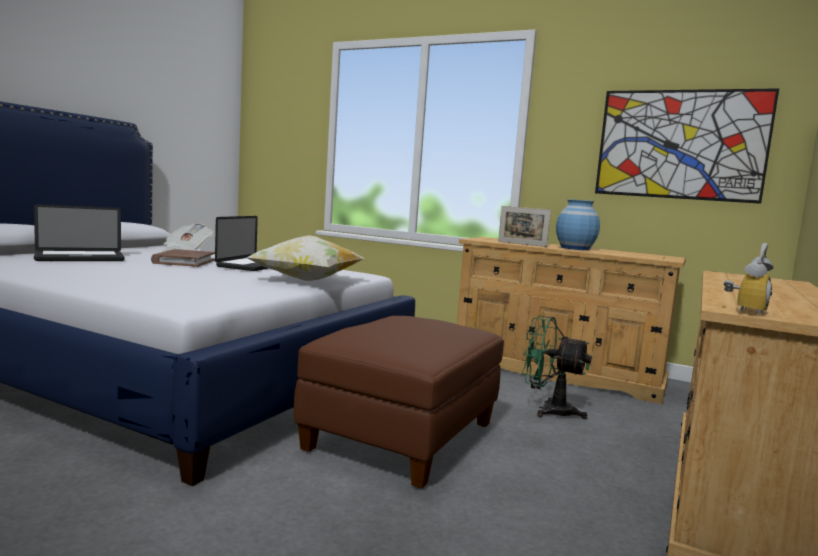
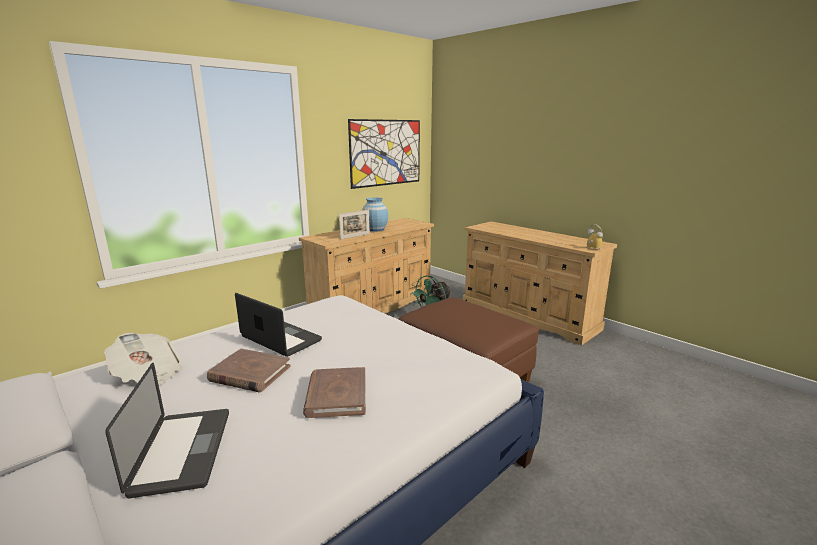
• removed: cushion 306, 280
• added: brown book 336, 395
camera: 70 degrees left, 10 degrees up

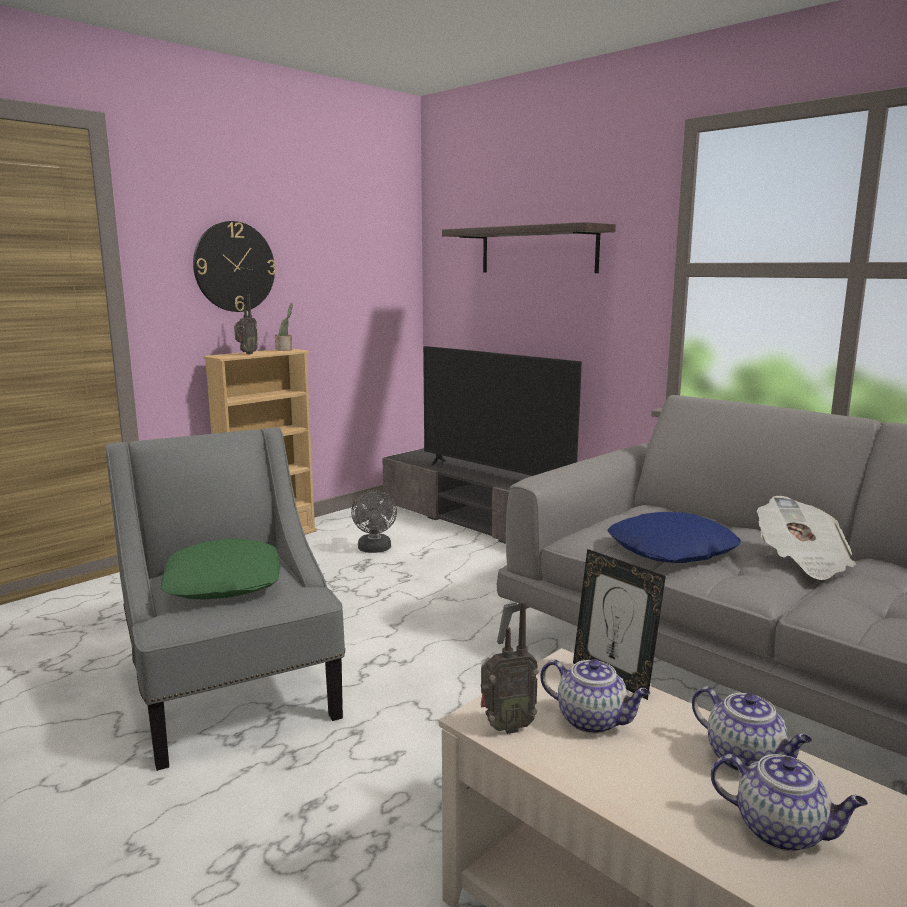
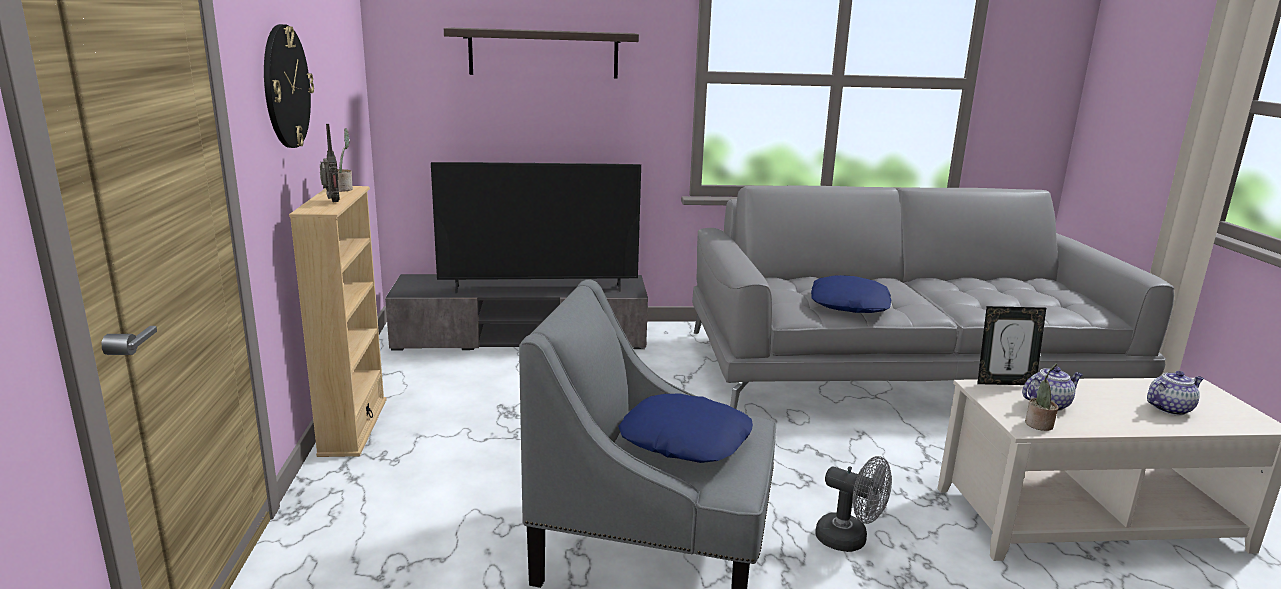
• recoloured: green-coloured cushion 224, 582 to blue-coloured cushion 686, 440
• moved: greyish cooling fan 375, 550 to 849, 540
• replaced: radio receiver 505, 727 to potted plant 1039, 425
• removed: teapot 746, 759
• removed: printed paper 802, 561
camera: 50 degrees left, 5 degrees up

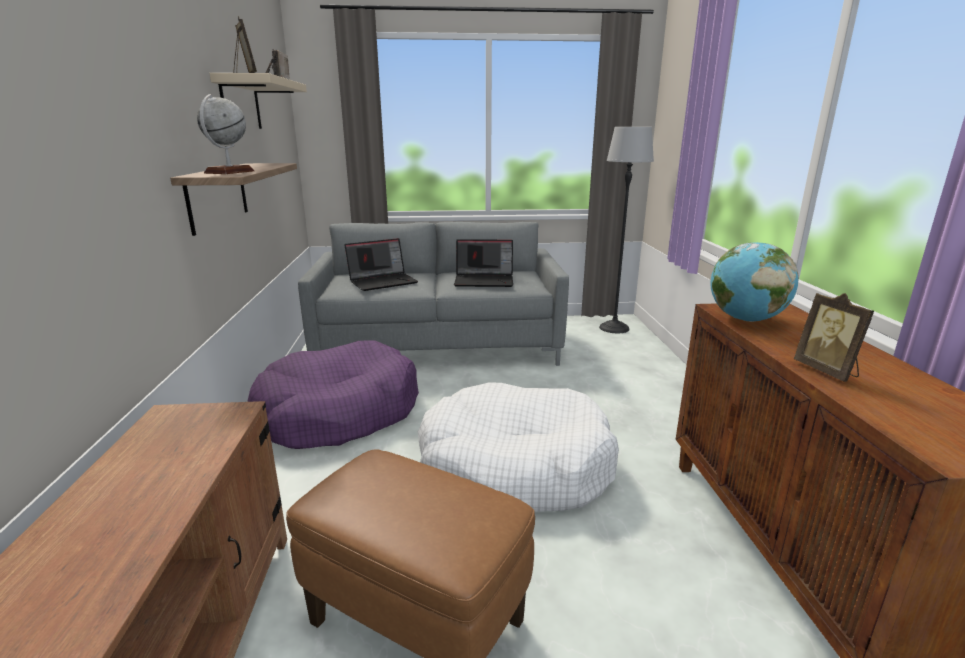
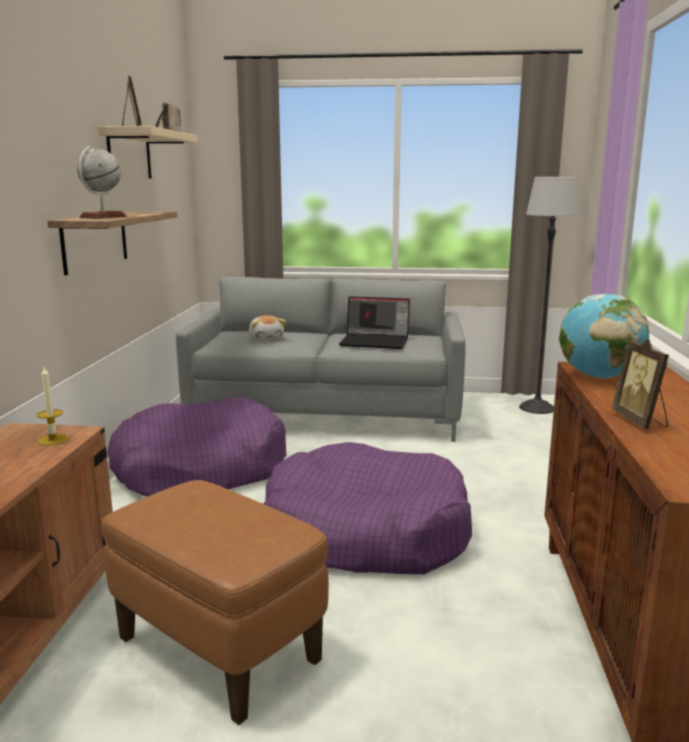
• replaced: portable computer 383, 281 to cuddly toy 266, 338
• recoloured: white dog cushion 515, 467 to purplish dog cushion 366, 532
• added: wax light 53, 439
camera: 10 degrees right, 5 degrees down

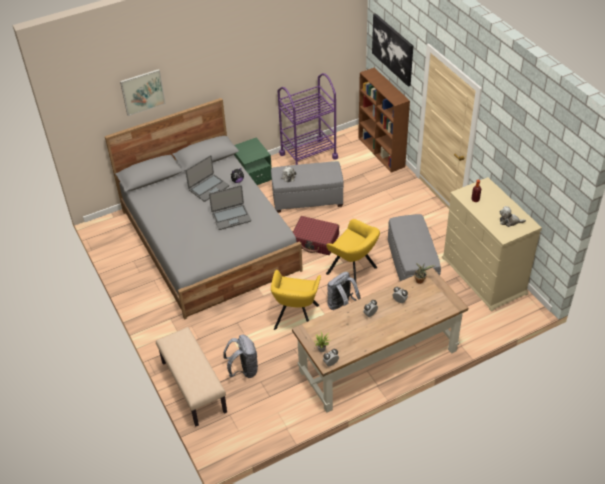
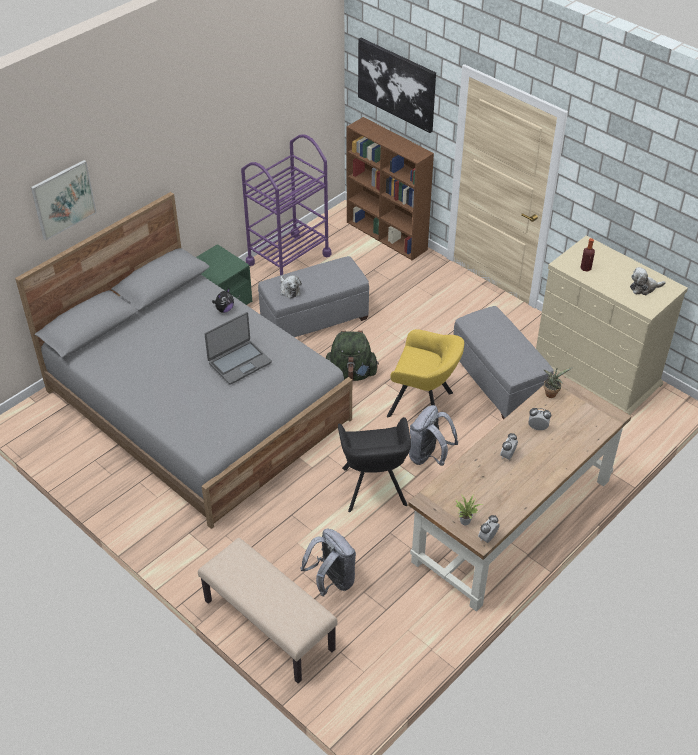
• removed: portable computer 208, 188
• recoloured: yellow easy chair 296, 319 to black-coloured easy chair 373, 489
• replaced: red suitcase 315, 240 to green-coloured knapsack 351, 374
camera: 20 degrees left, 0 degrees up

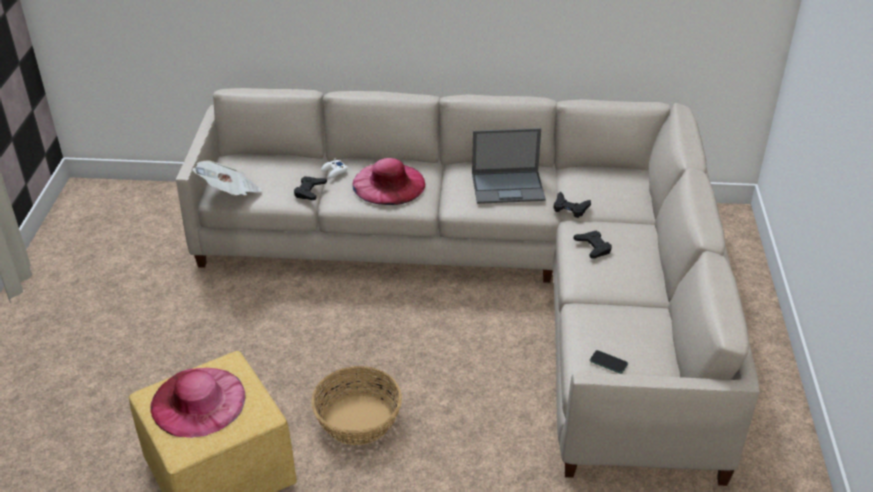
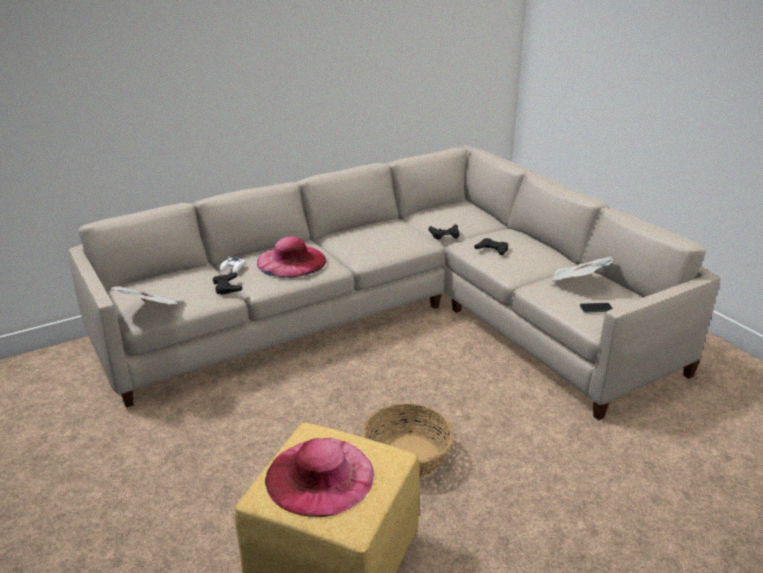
• removed: portable computer 508, 187
• added: printed paper 577, 283
camera: 35 degrees left, 10 degrees down

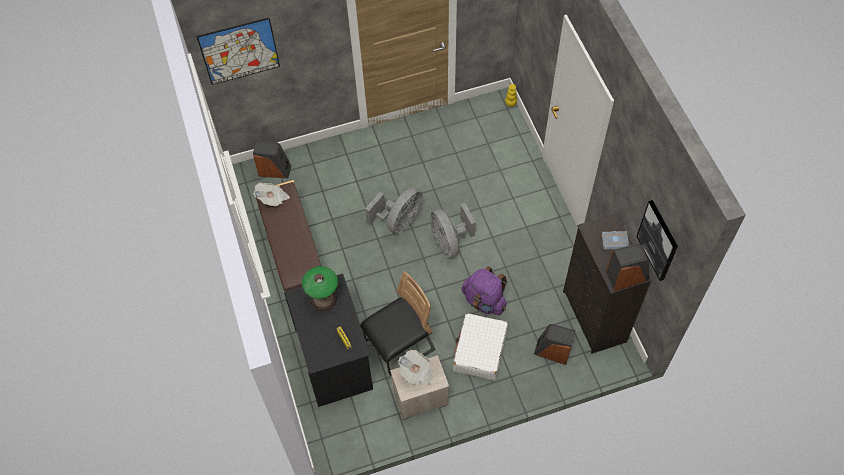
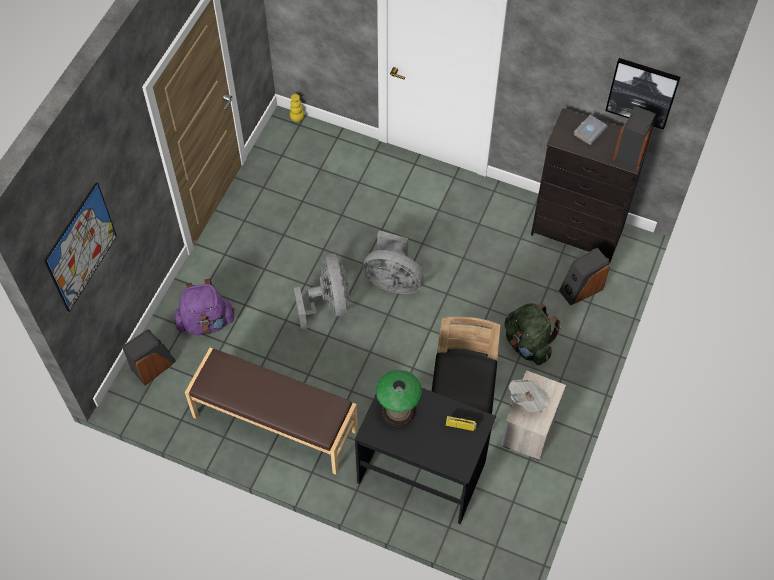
• removed: printed paper 272, 199
• replaced: white suitcase 479, 351 to green-coloured knapsack 528, 344
• moved: purplish knapsack 484, 301 to 206, 322
camera: 50 degrees left, 0 degrees up

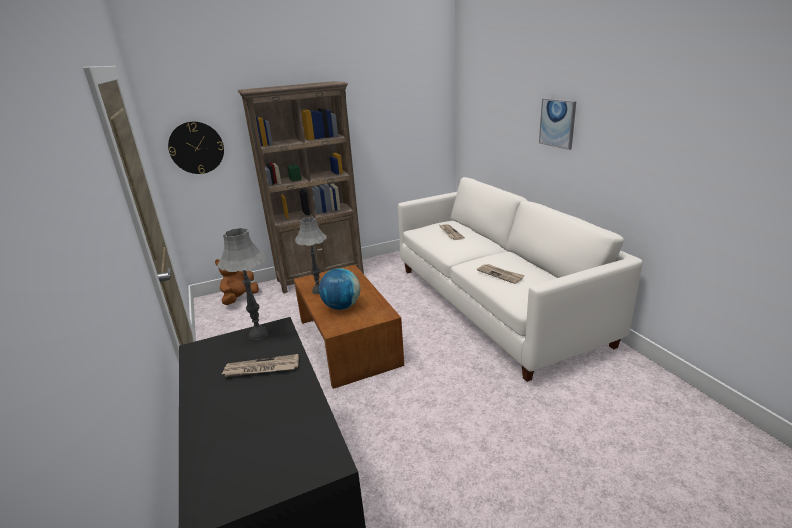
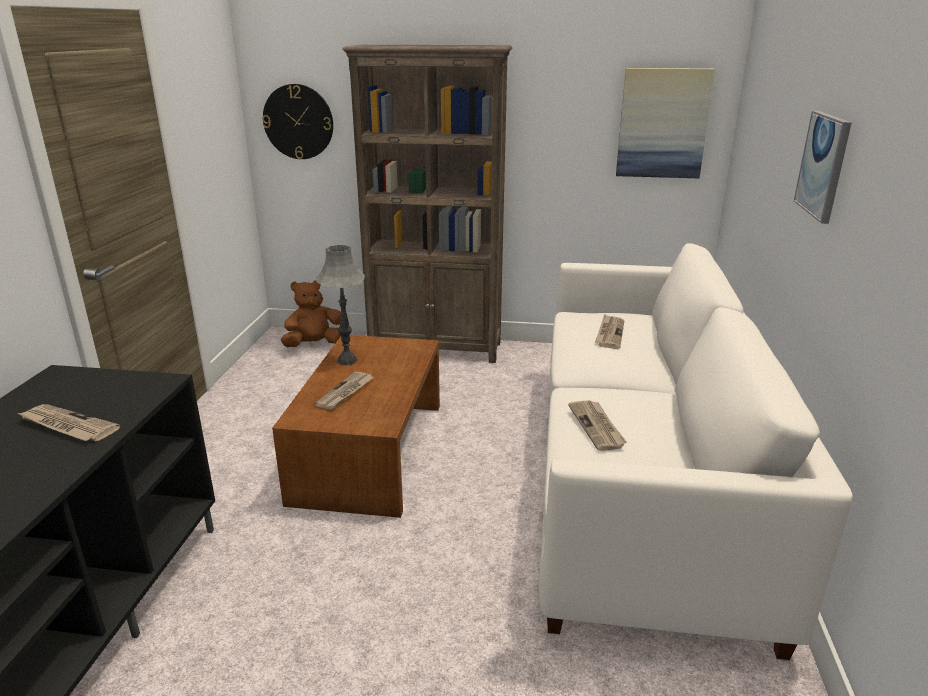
• removed: greyish tabletop lamp 259, 335
• replaced: desk globe 342, 306 to printed paper 345, 392
• added: wall picture 662, 123
camera: 30 degrees right, 0 degrees up

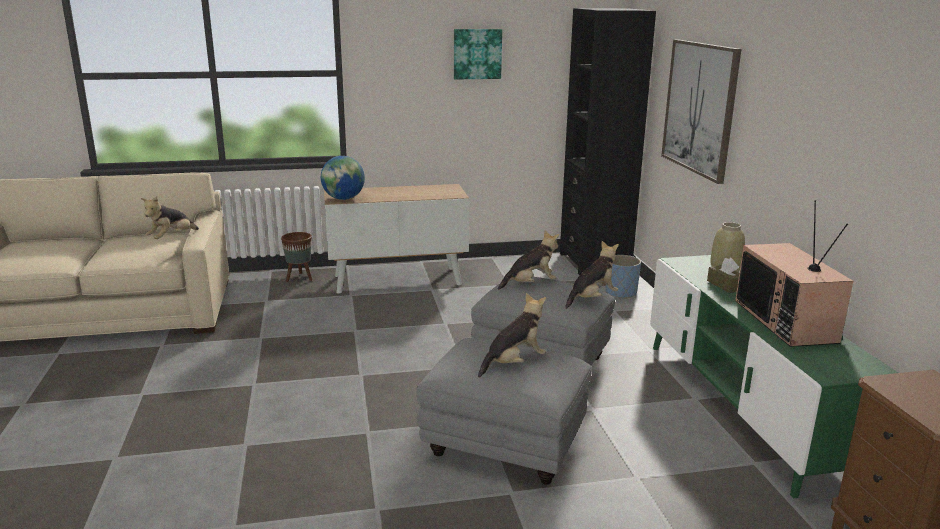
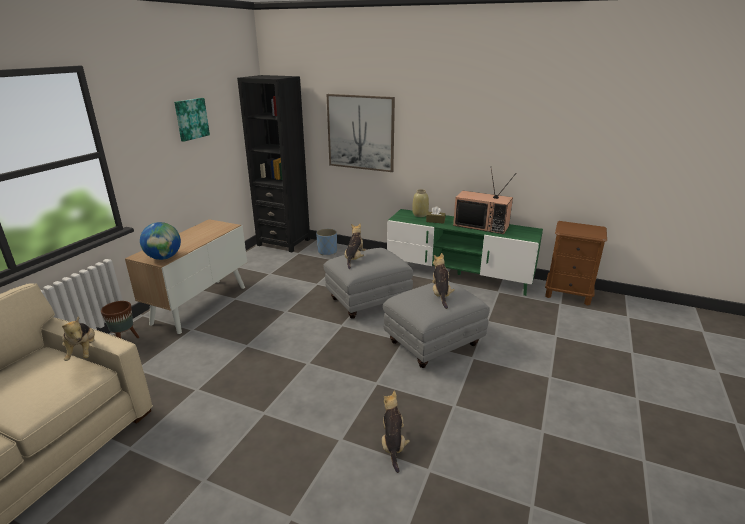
• moved: cuddly toy 592, 299 to 393, 444
camera: 55 degrees left, 5 degrees up

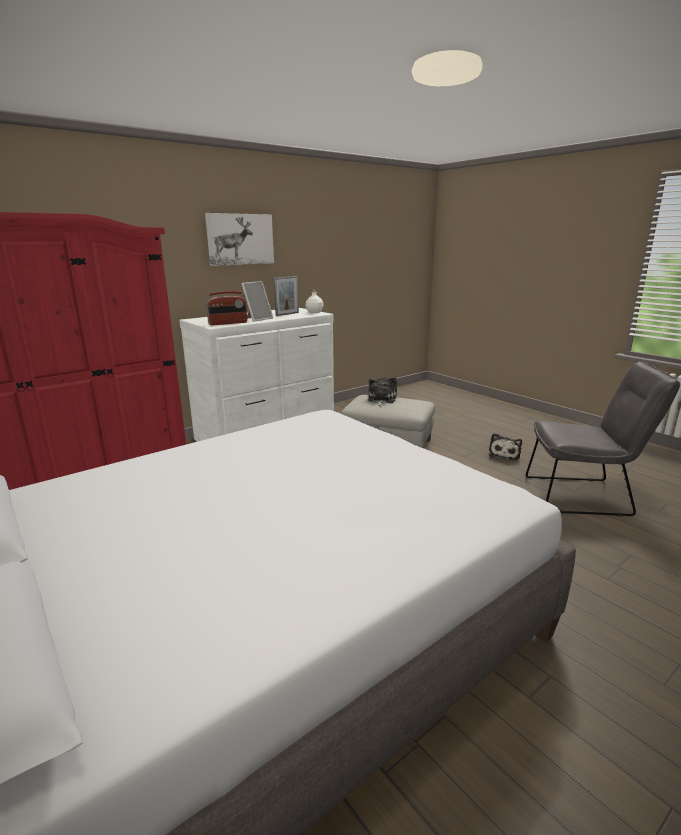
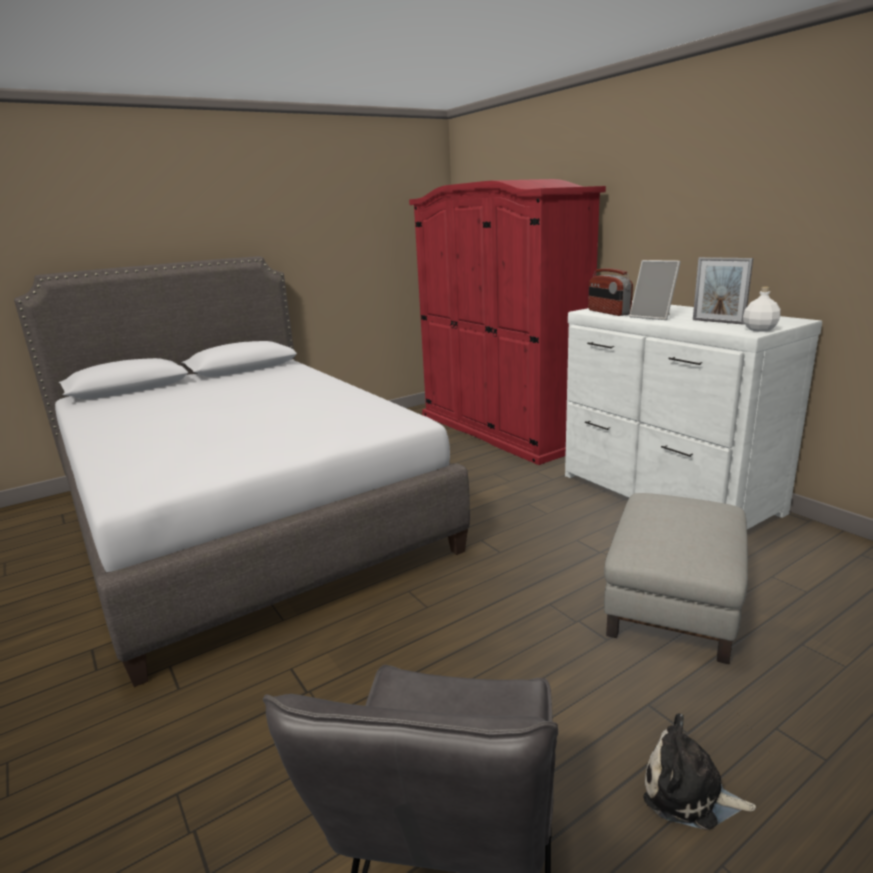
• removed: wall picture 240, 239
• removed: cuddly toy 381, 400
camera: 95 degrees right, 0 degrees up

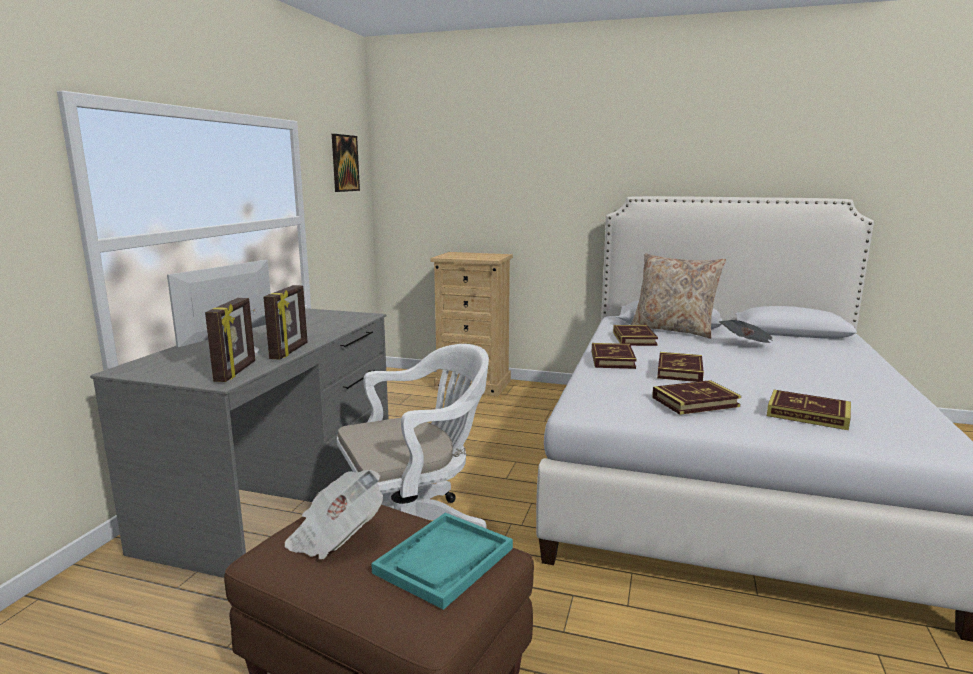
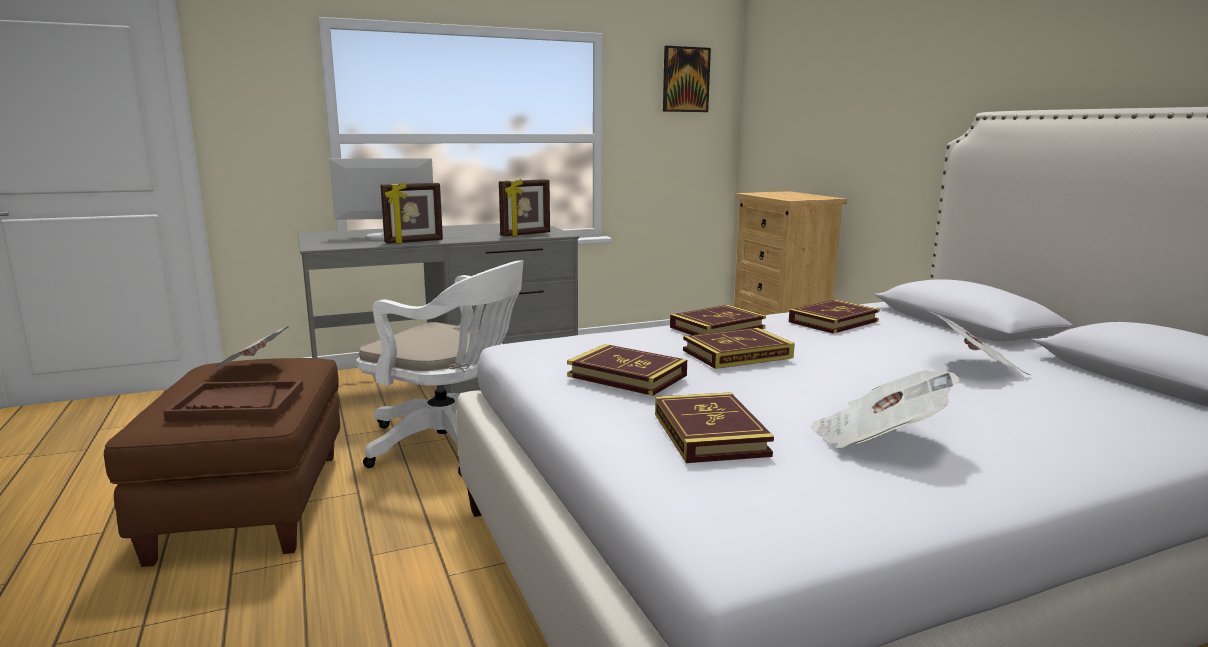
• moved: photo frame 236, 372 to 526, 234
• recoloured: blue-green carrying tray 444, 561 to brown carrying tray 237, 404
• removed: sand-coloured cushion 673, 330
• added: printed paper 877, 440
camera: 50 degrees right, 0 degrees up

